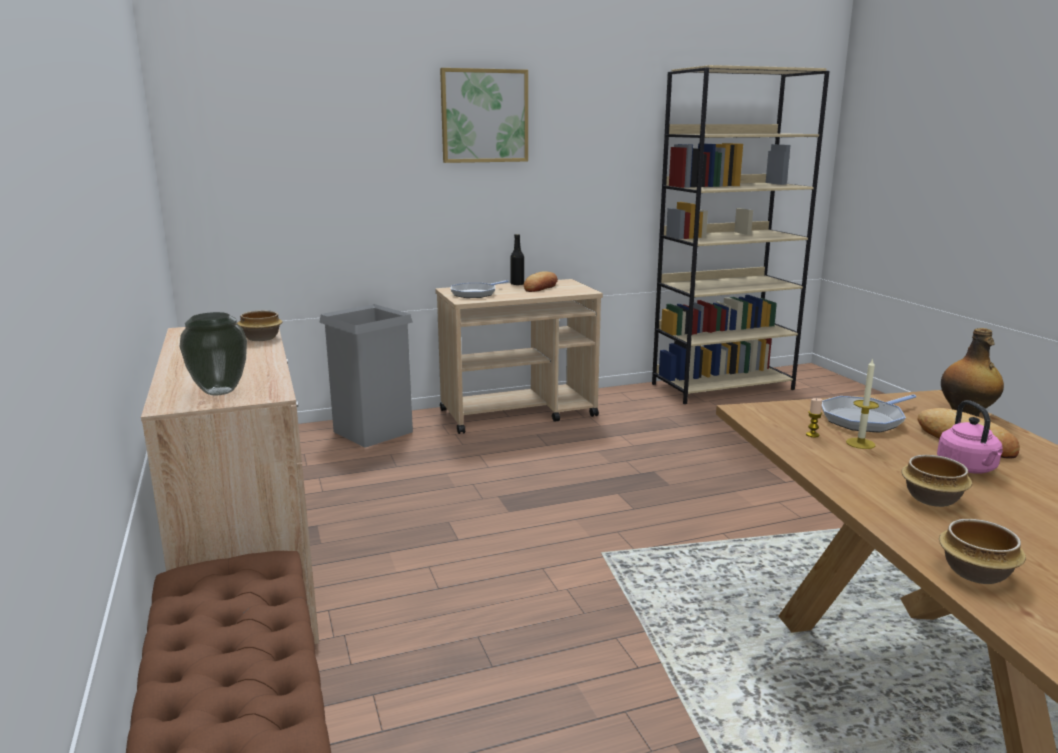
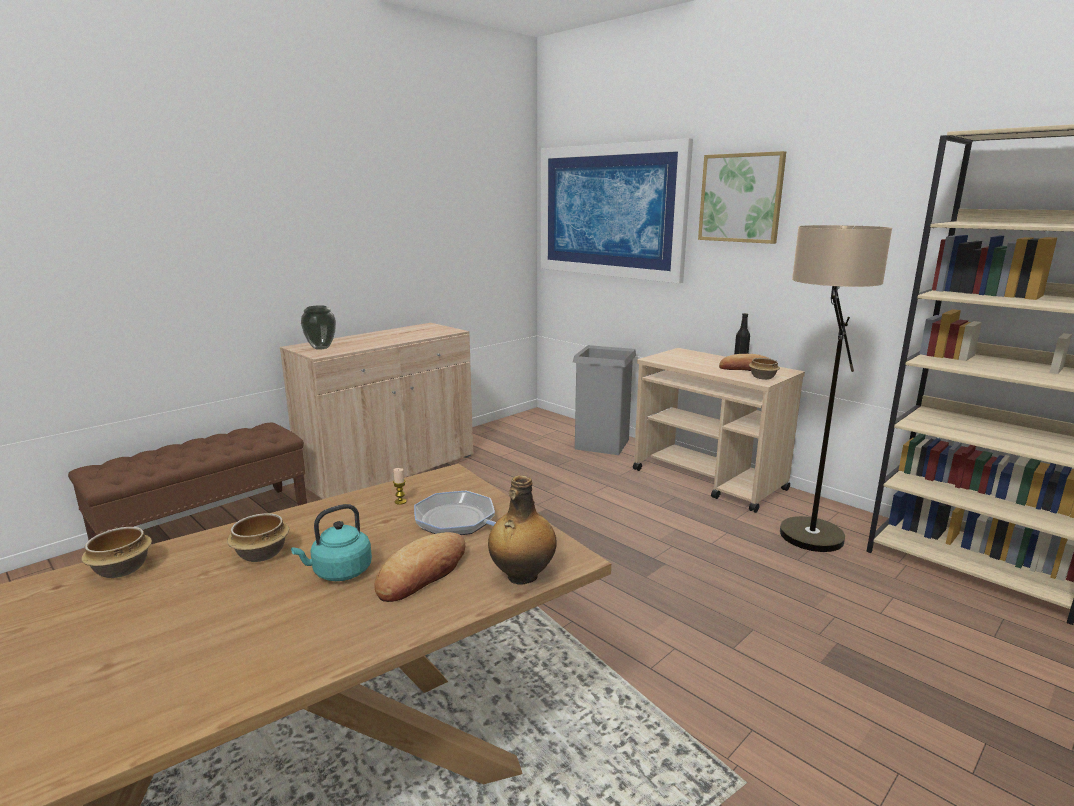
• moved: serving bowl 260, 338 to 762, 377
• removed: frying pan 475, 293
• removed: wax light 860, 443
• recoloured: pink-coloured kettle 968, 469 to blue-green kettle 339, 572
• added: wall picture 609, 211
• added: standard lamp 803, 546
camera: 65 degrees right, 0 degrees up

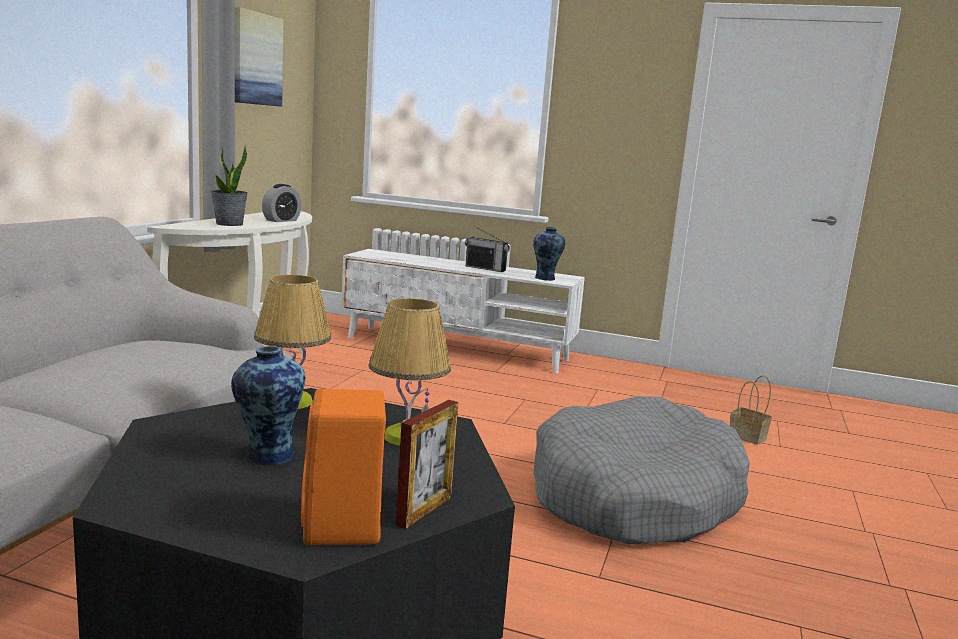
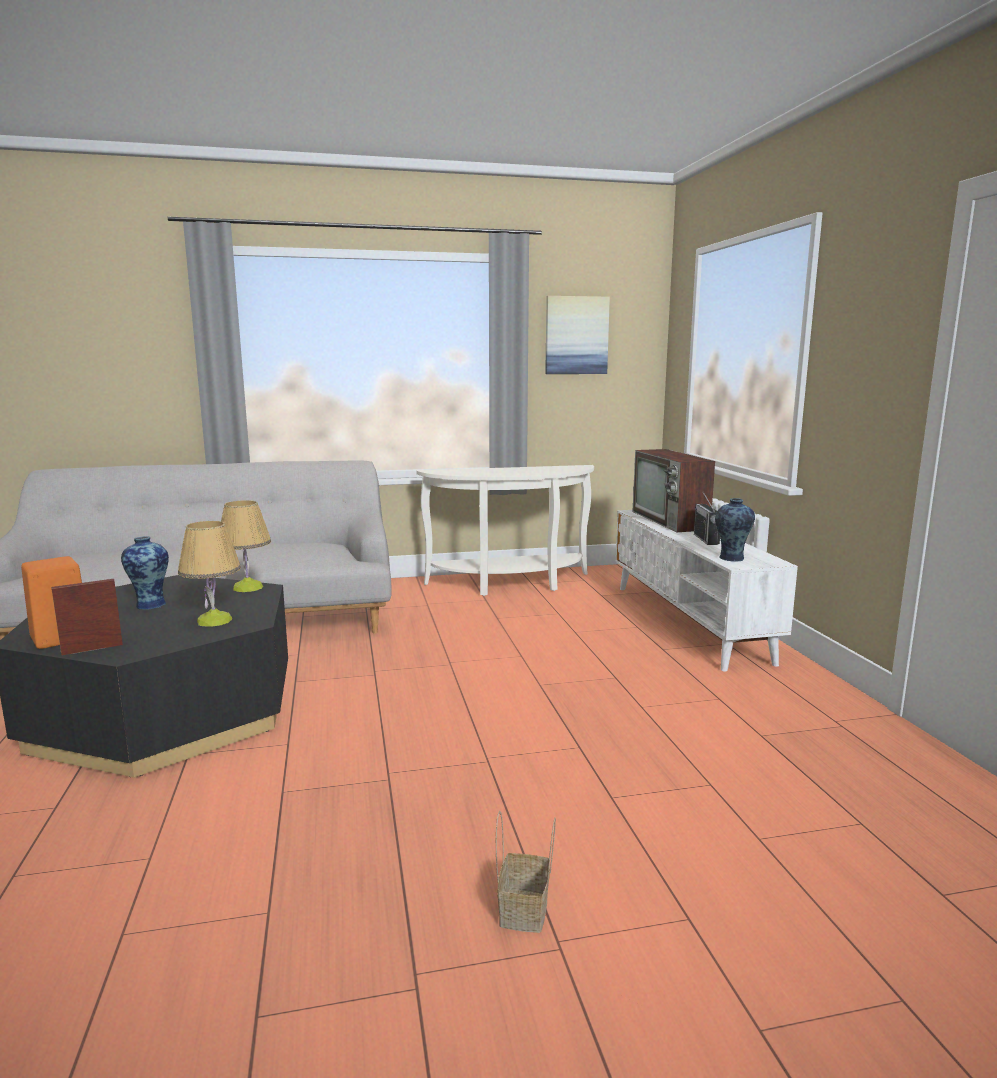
• removed: potted plant 229, 224
• removed: table clock 281, 220
• turned: photo frame 424, 511 = 92, 649 150 degrees clockwise
• removed: greyish dog cushion 634, 497
• moved: household basket 749, 437 to 525, 912
• added: TV set 670, 521
camera: 60 degrees right, 0 degrees up

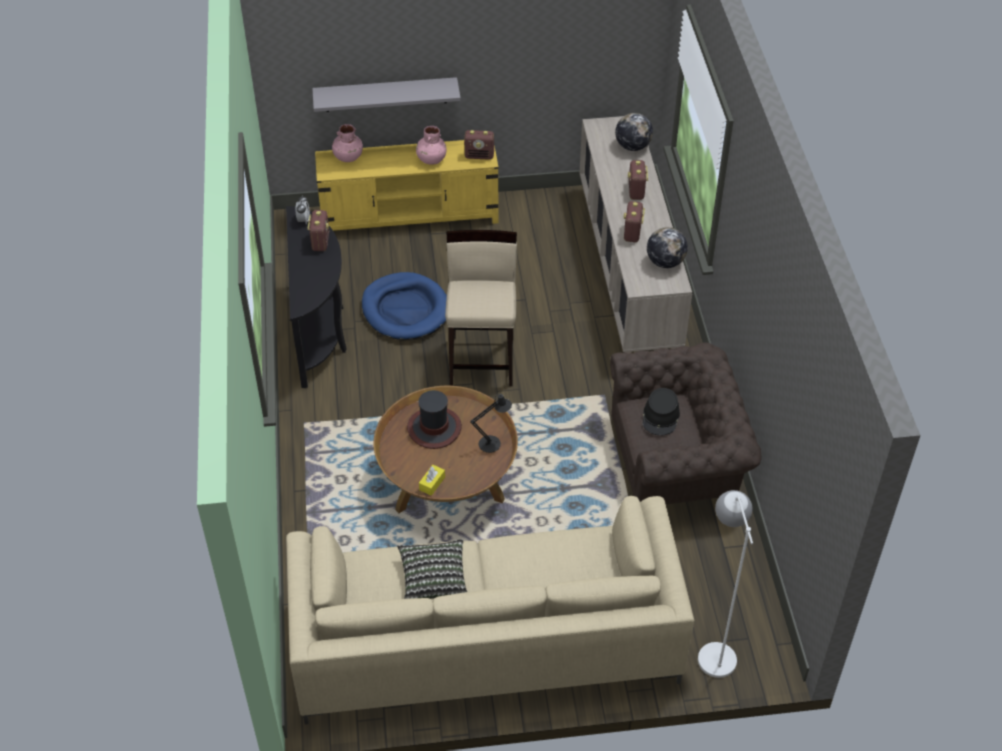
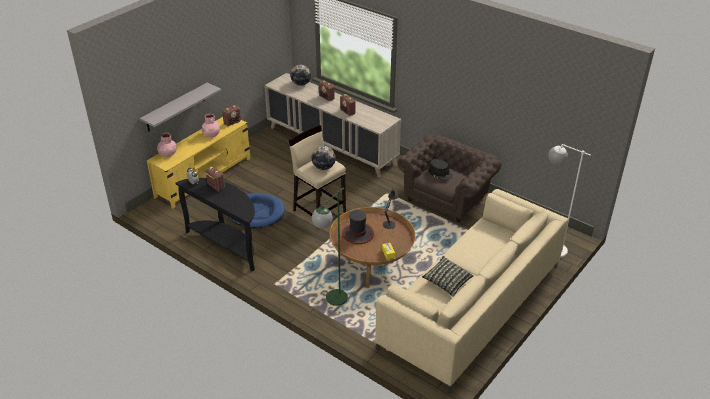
• moved: desk globe 665, 262 to 323, 167
• added: green-coloured standard lamp 332, 303
camera: 45 degrees left, 10 degrees down

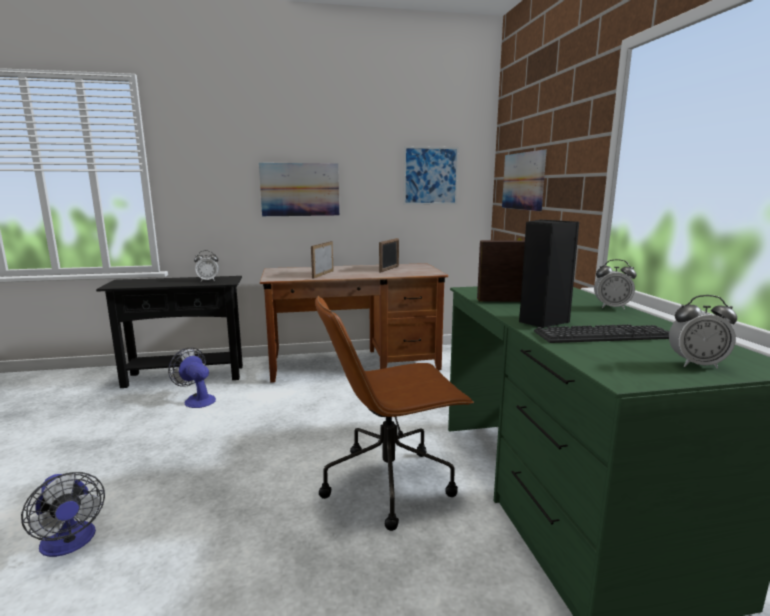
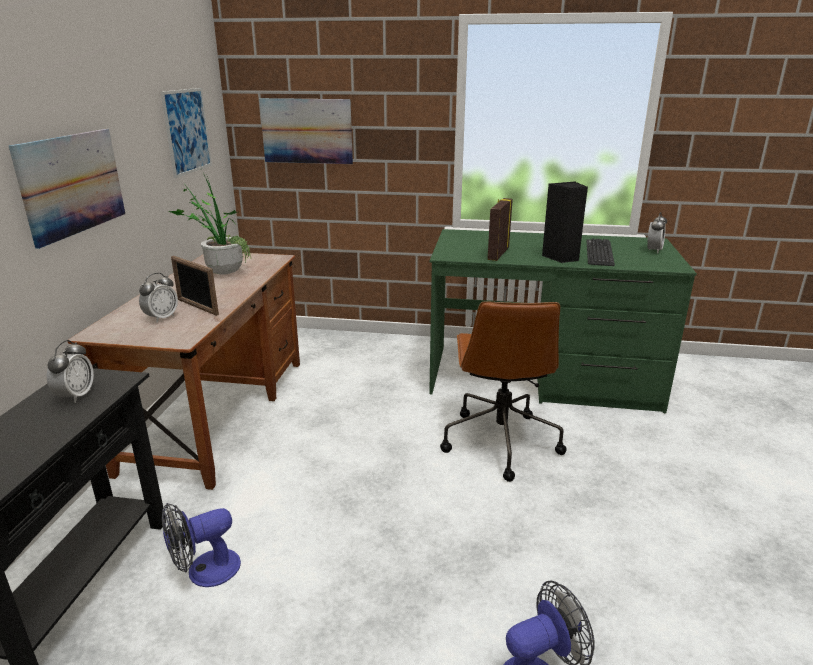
• replaced: photo frame 389, 269 to potted plant 219, 271
• moved: table clock 611, 307 to 161, 318
camera: 70 degrees left, 10 degrees up

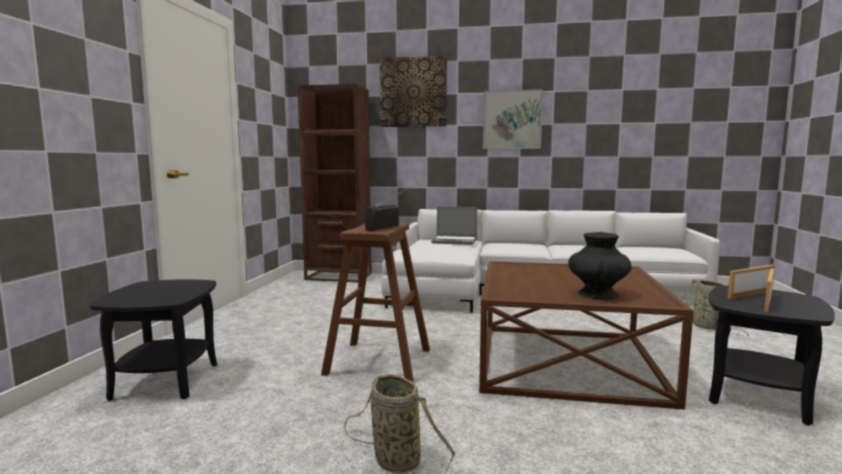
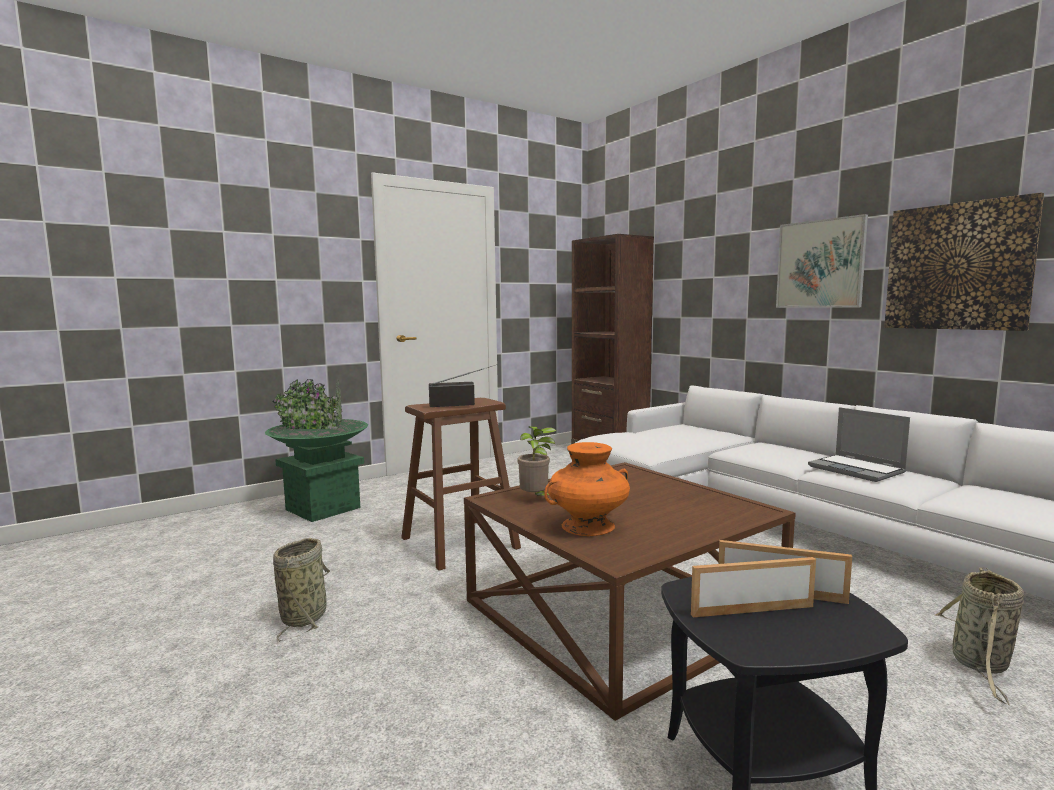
• replaced: black-coloured end table 166, 381 to green-coloured plant pot 323, 508
• moved: wall picture 413, 92 to 958, 266
• moved: portable computer 455, 241 to 857, 470
• recoloured: black-coloured decorative vase 598, 294 to orangey decorative vase 587, 526
• added: potted plant 536, 499
camera: 45 degrees right, 0 degrees up

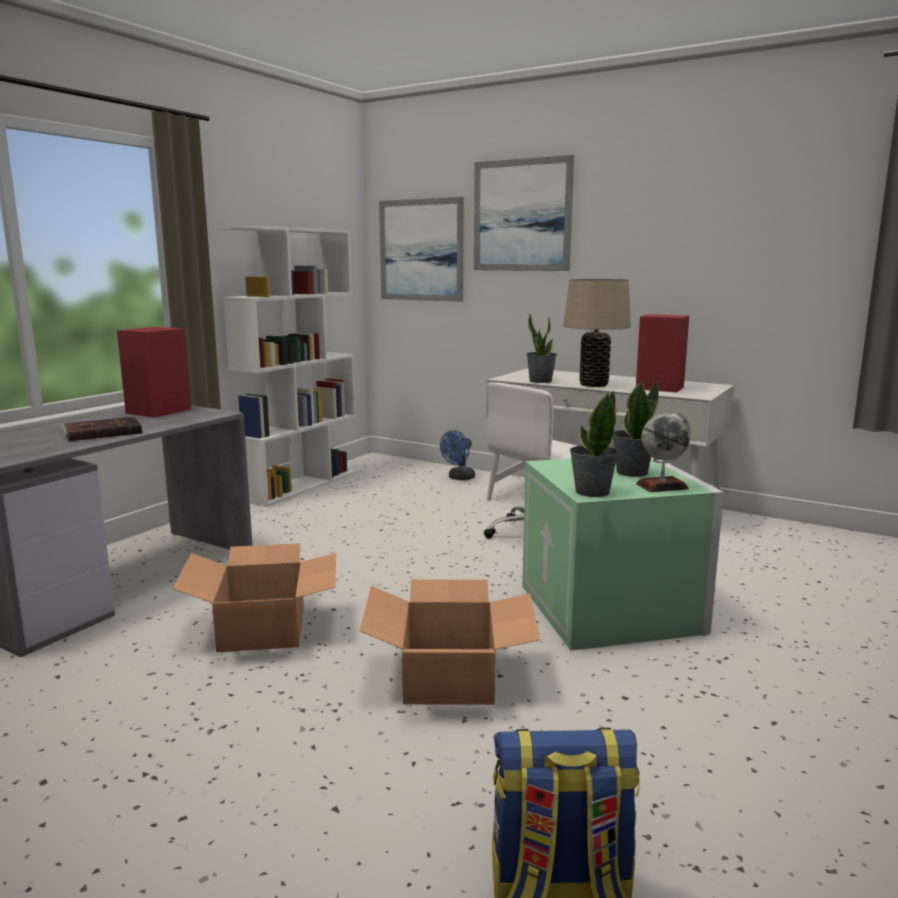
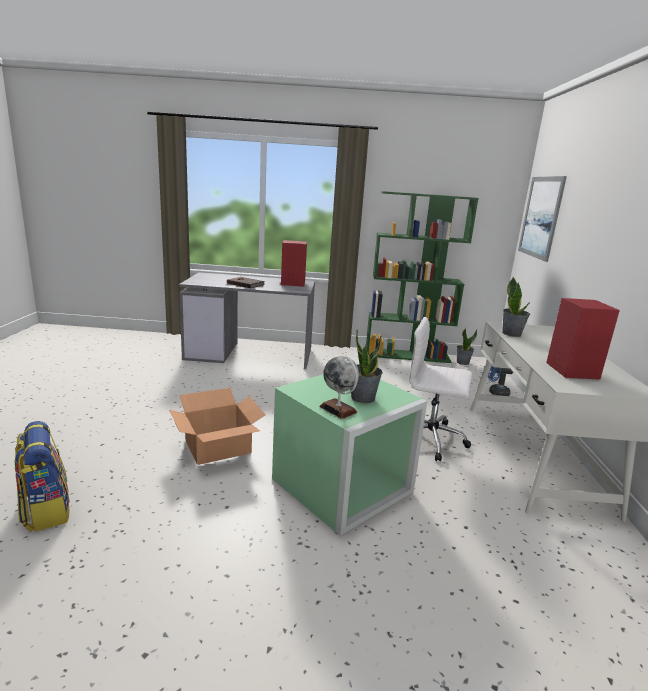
• removed: carton 264, 628
• recoloured: white shelving unit 301, 485 to green-coloured shelving unit 407, 355
• removed: wall picture 522, 215
• removed: sand-coloured tabletop lamp 593, 385
• moved: potted plant 591, 492 to 462, 362
camera: 60 degrees right, 5 degrees up

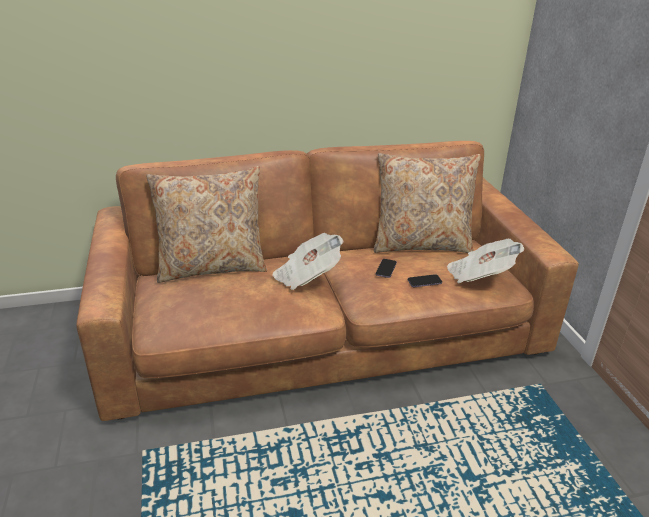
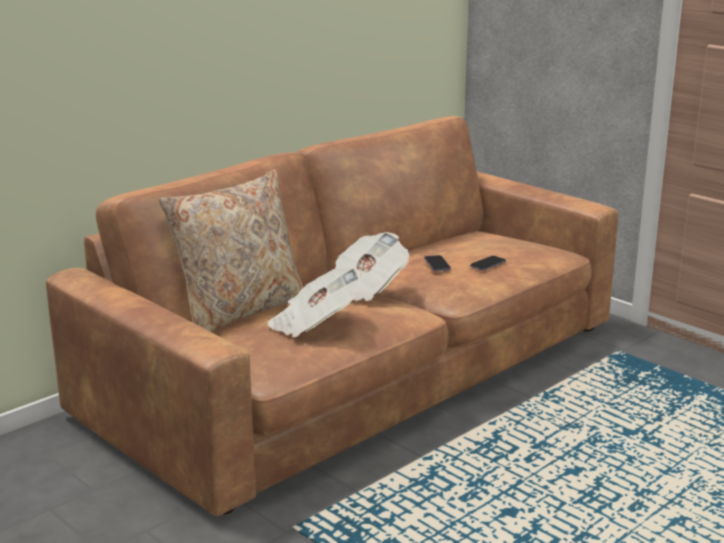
• removed: sand-coloured cushion 421, 244
• moved: printed paper 480, 275 to 314, 324
camera: 30 degrees left, 10 degrees down

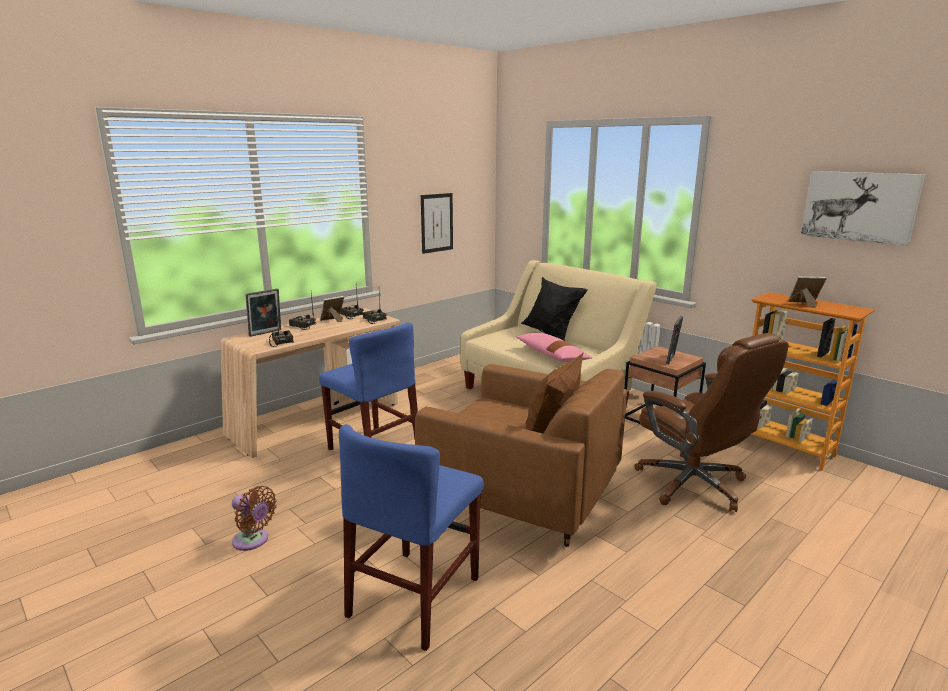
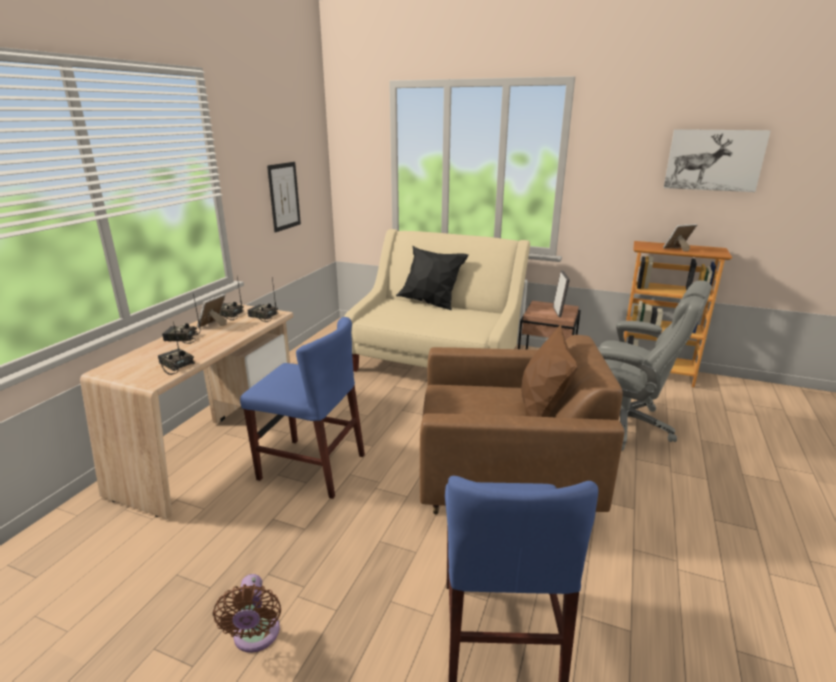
• turned: brown cooling fan 253, 541 = 256, 636 75 degrees clockwise
• removed: photo frame 266, 333
• removed: pink-coloured cushion 552, 356
• recoloured: brown office chair 694, 485 to greyish office chair 624, 424
camera: 25 degrees left, 5 degrees up

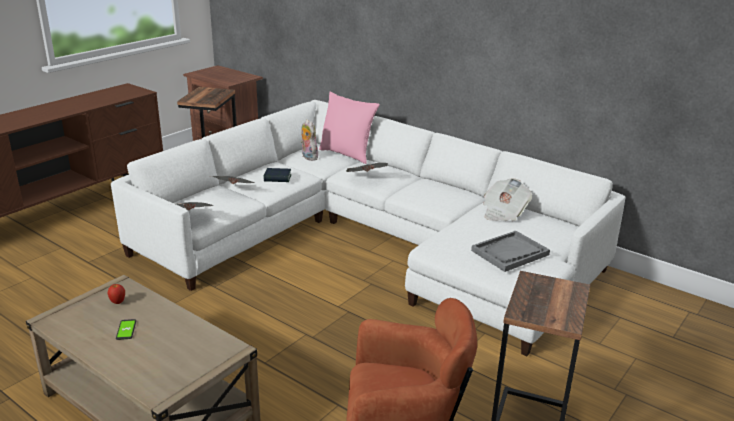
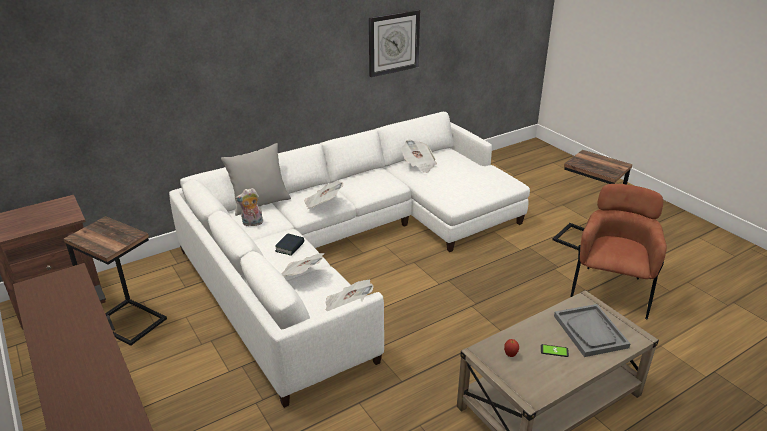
• recoloured: pink-coloured cushion 347, 154 to greyish cushion 260, 204
• moved: greyish carrying tray 510, 253 to 590, 331
• added: hanging clock 393, 43
camera: 70 degrees left, 5 degrees up

